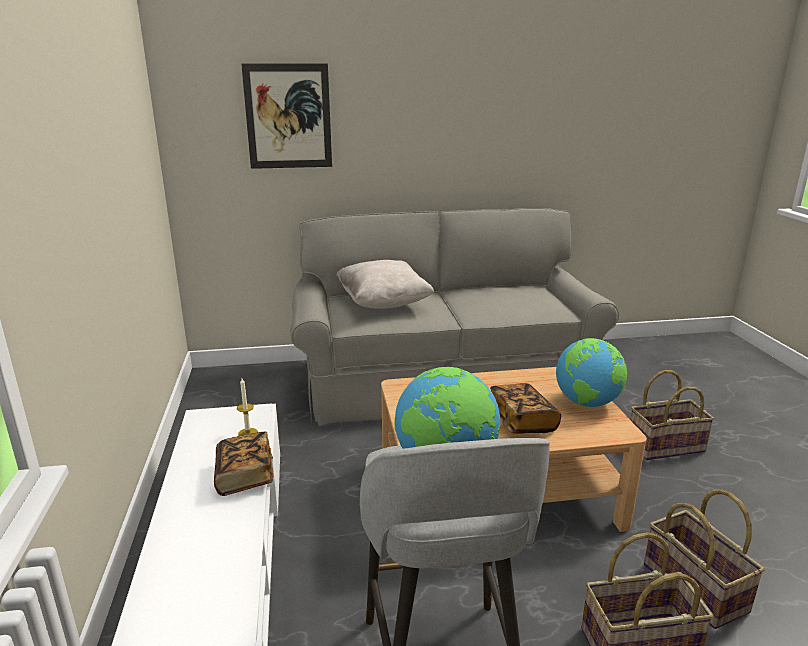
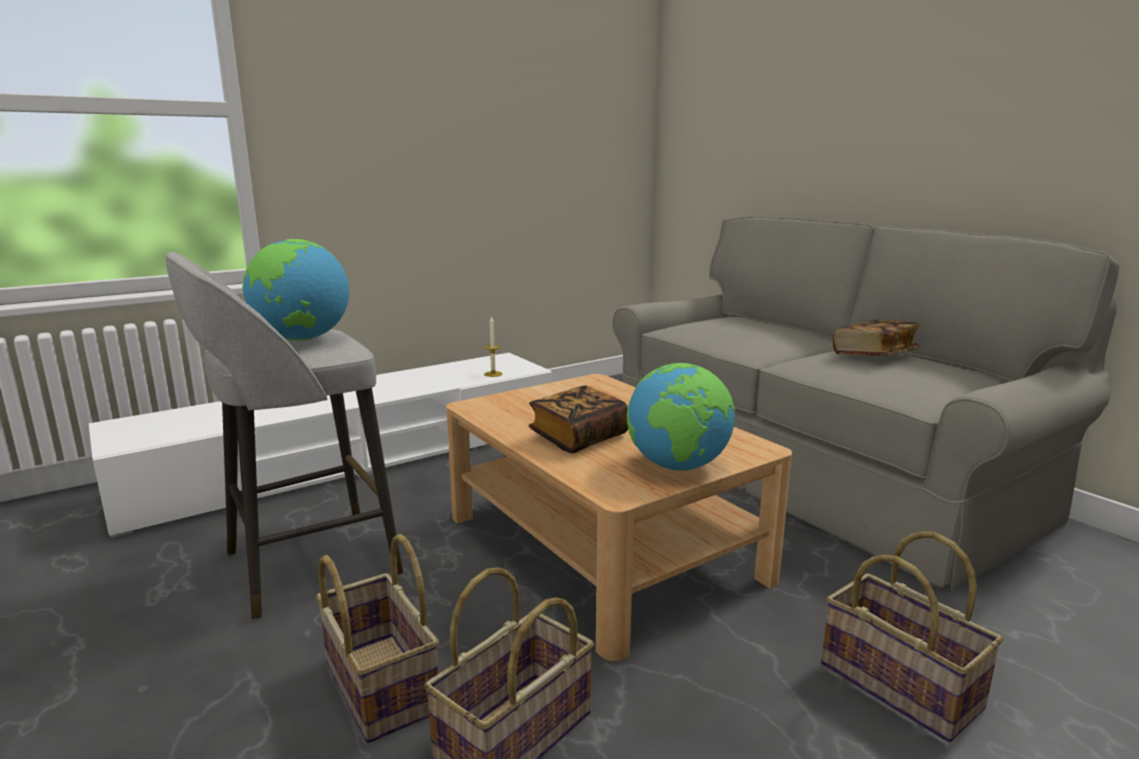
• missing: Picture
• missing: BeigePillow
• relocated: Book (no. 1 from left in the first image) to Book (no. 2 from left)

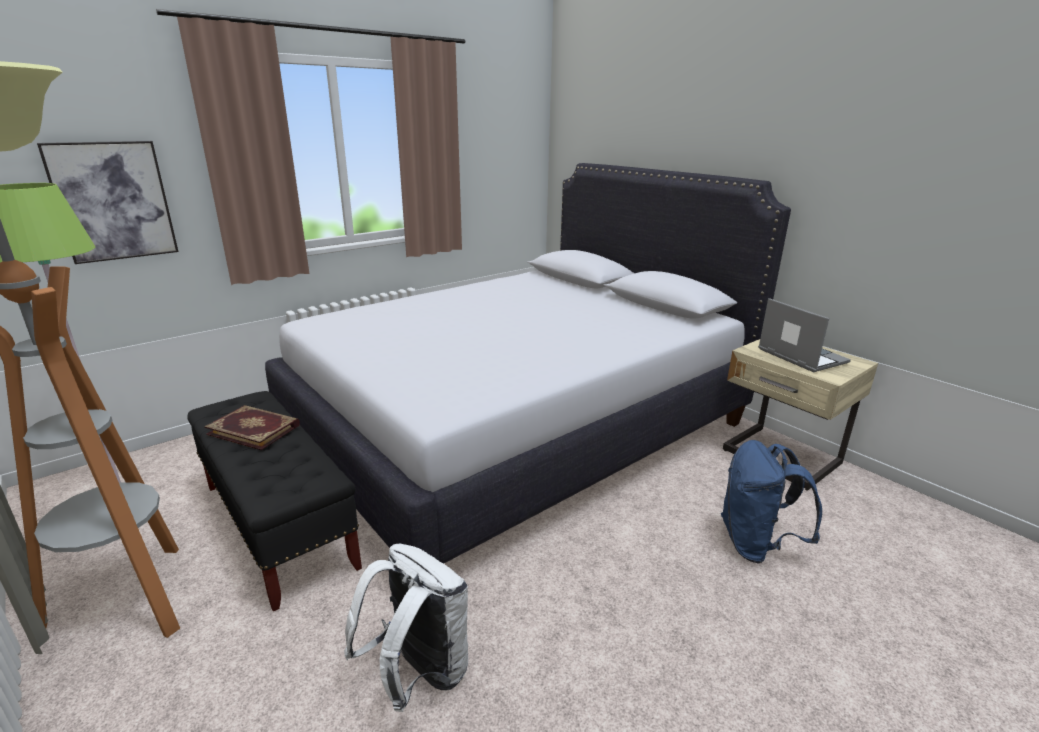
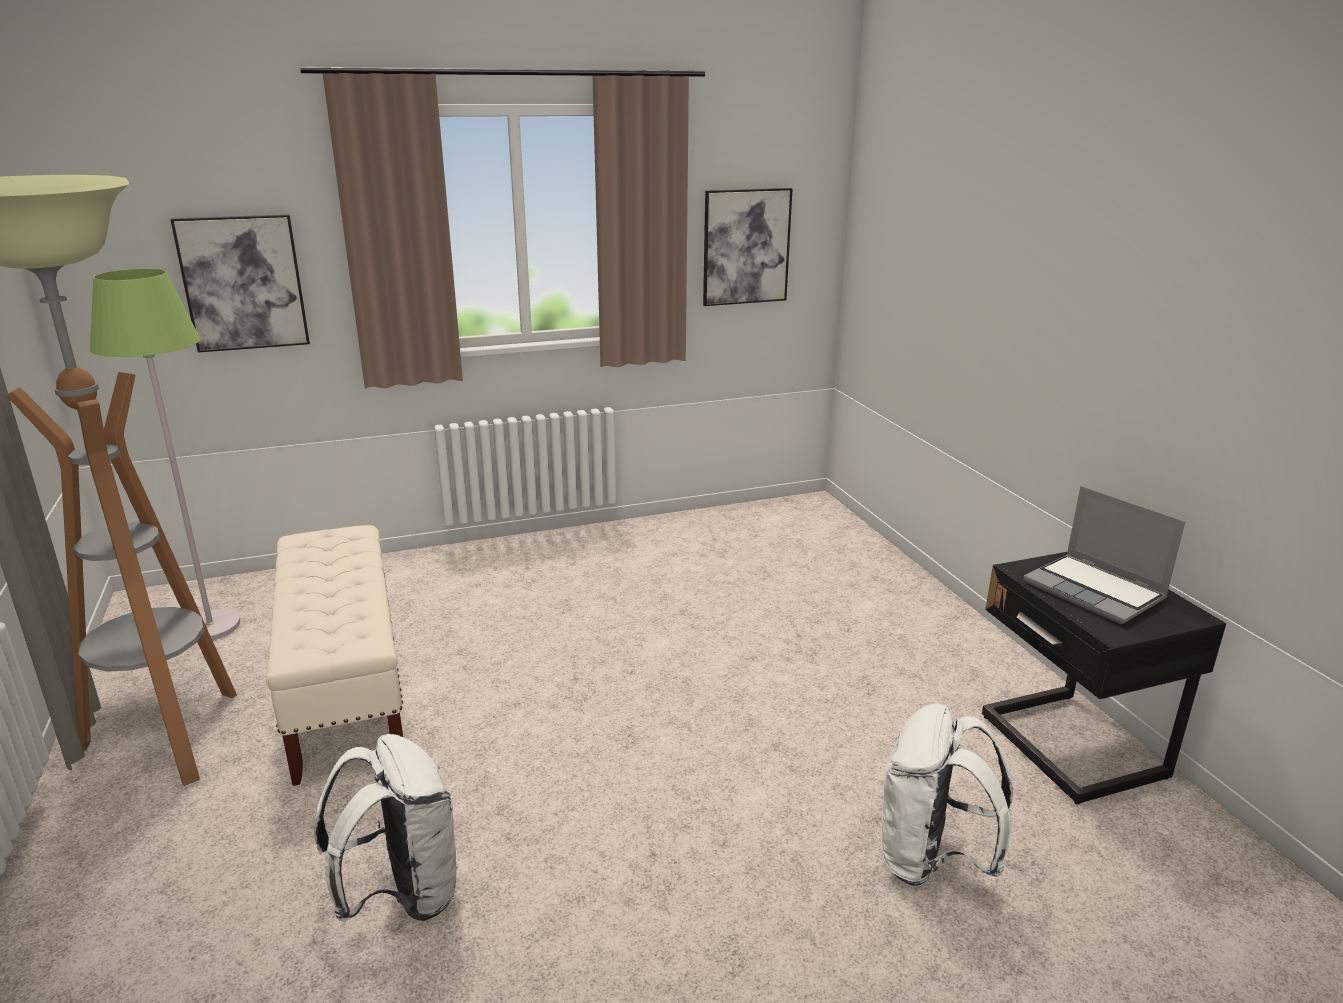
• missing: WhiteBed
• spun: Laptop 150 degrees clockwise
• colour: BeigeNightstand to BlackNightstand
• colour: BlackBench to BeigeBench
• missing: Book
• colour: BlueBackpack to WhiteBackpack (no. 2 from left)
• appeared: Picture (no. 2 from left)

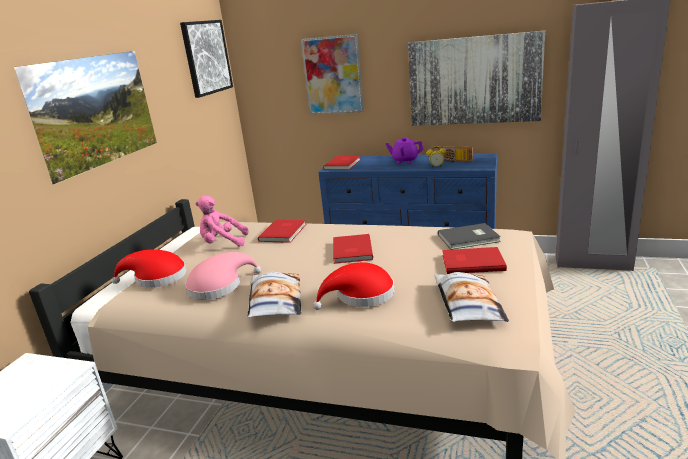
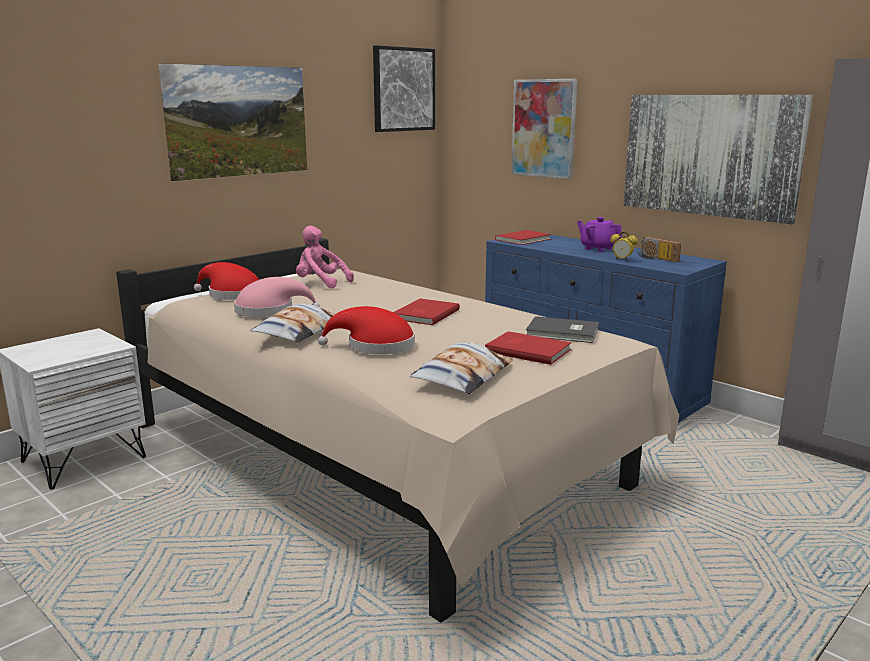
• missing: RedBook (no. 1 from left)

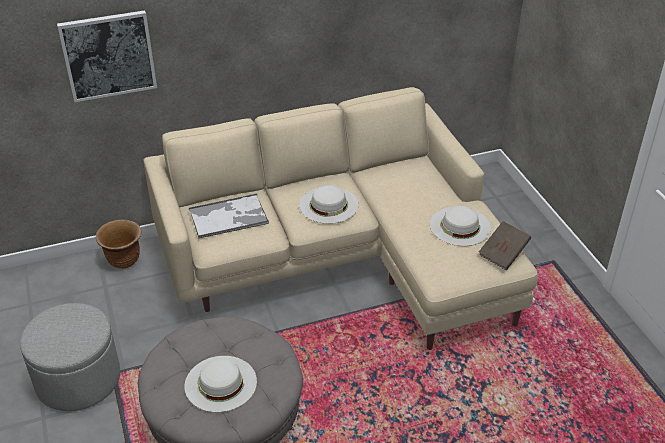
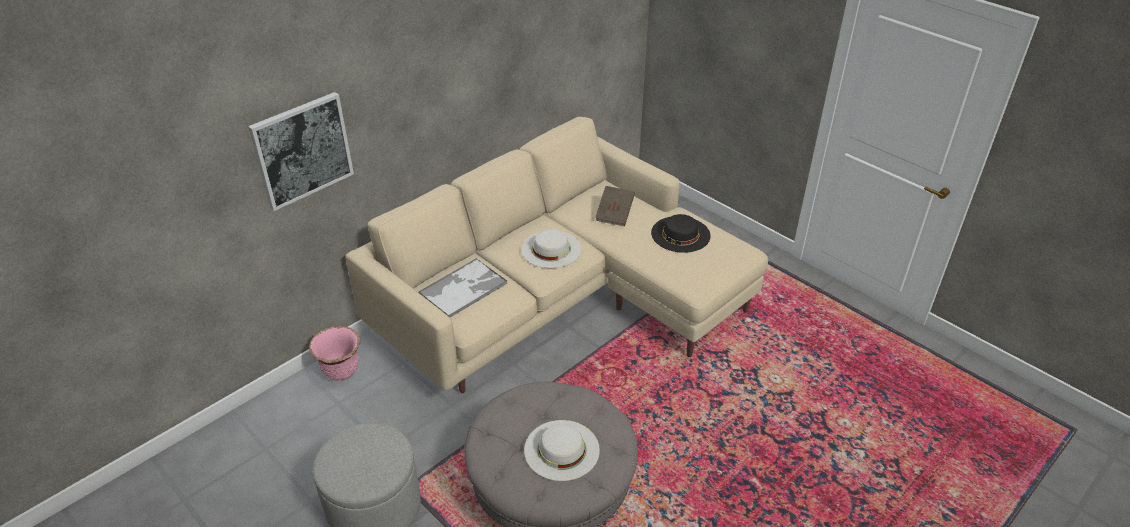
• colour: WhiteHat (no. 3 from left) to BlackHat
• colour: BrownPlanter to PinkPlanter
• relocated: BrownBook

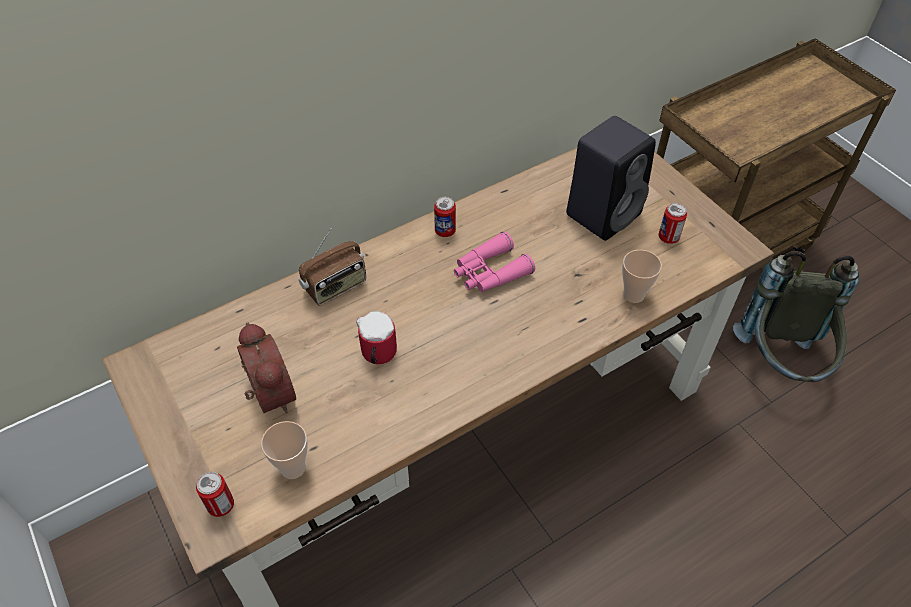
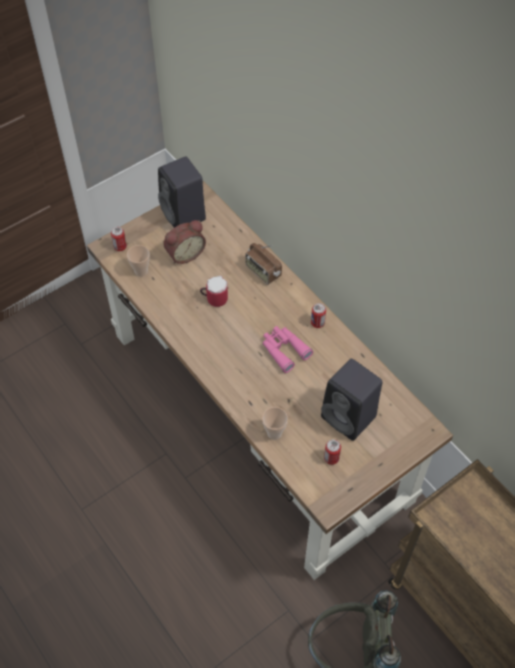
• appeared: BlackSpeaker (no. 1 from left)

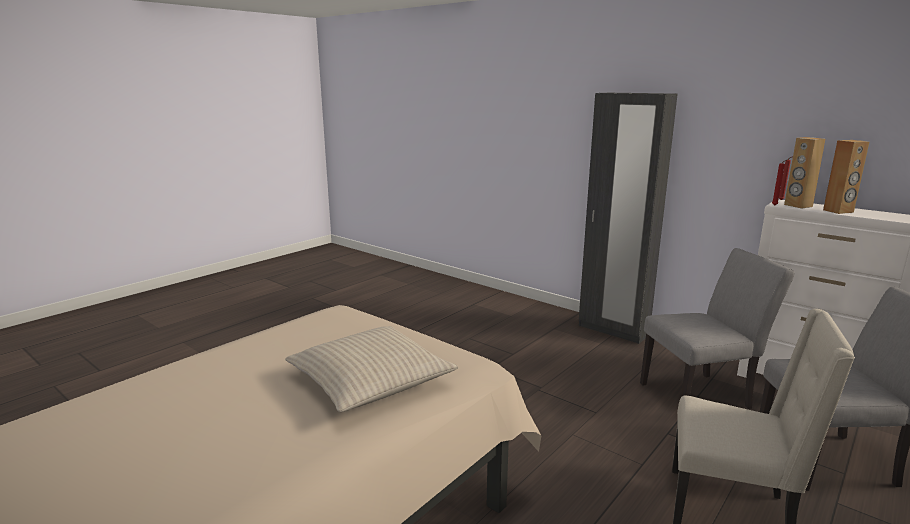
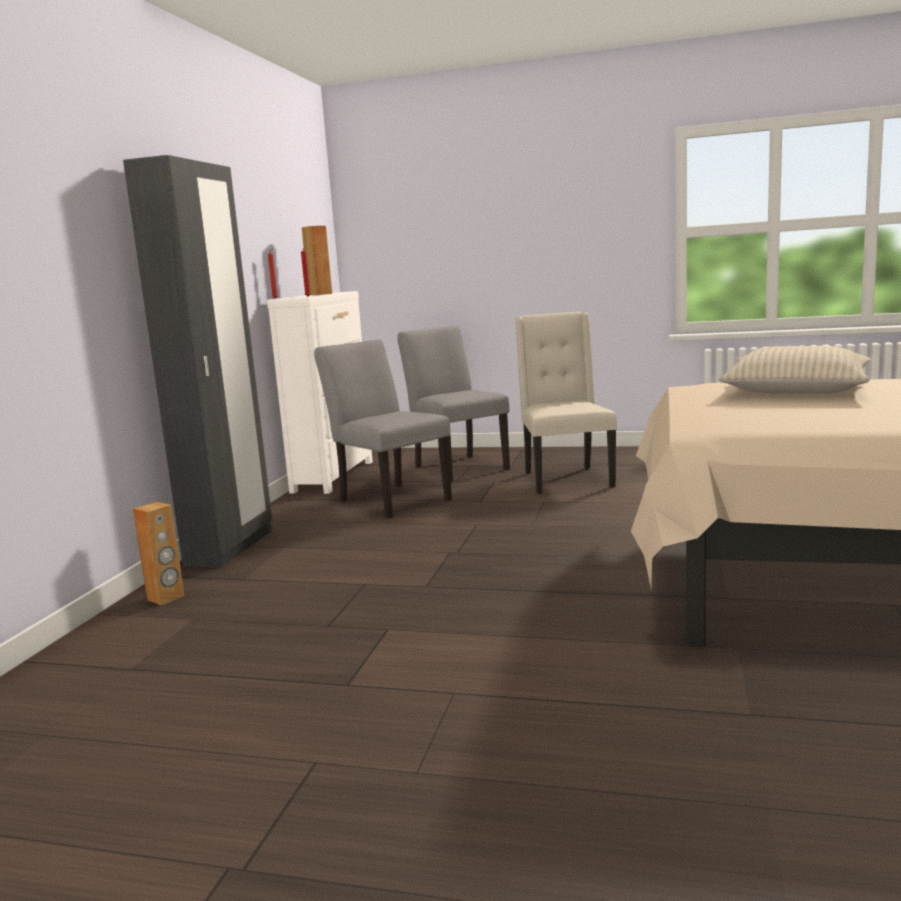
• relocated: BrownSpeaker (no. 1 from left)

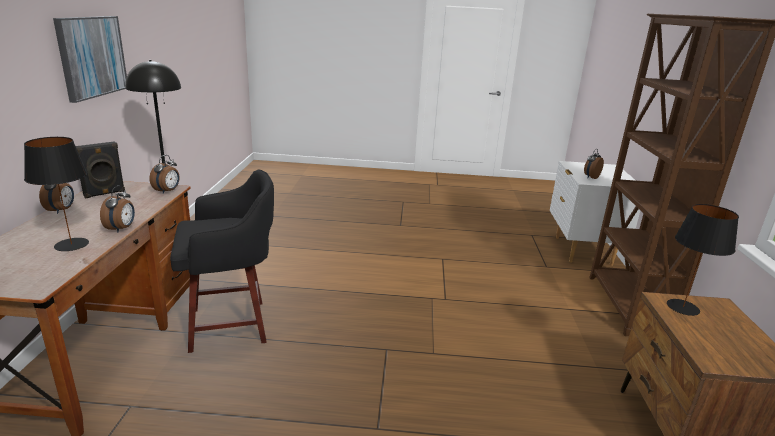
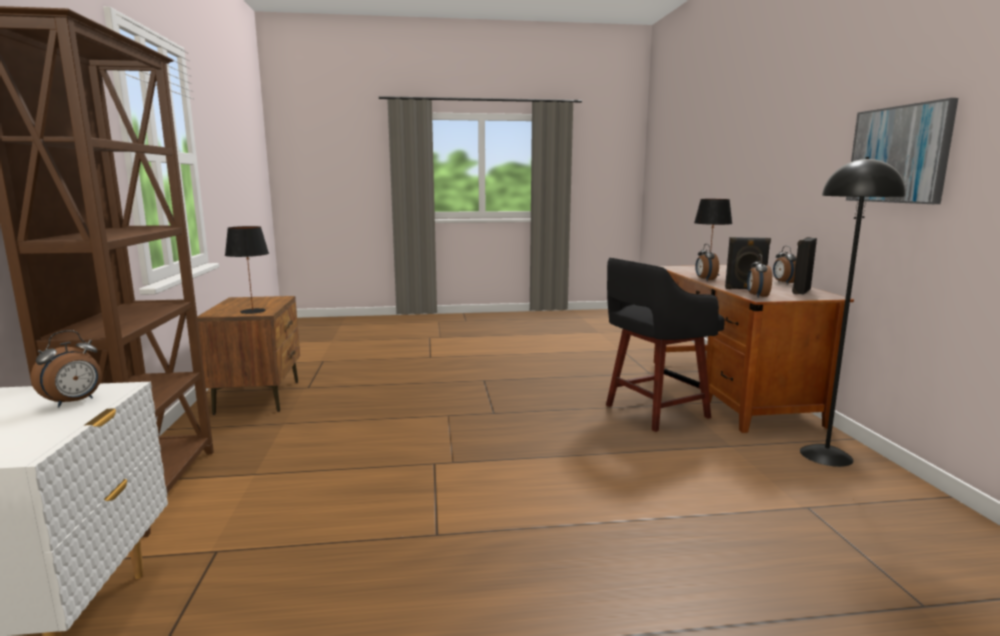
• appeared: BlackSpeaker (no. 1 from left)

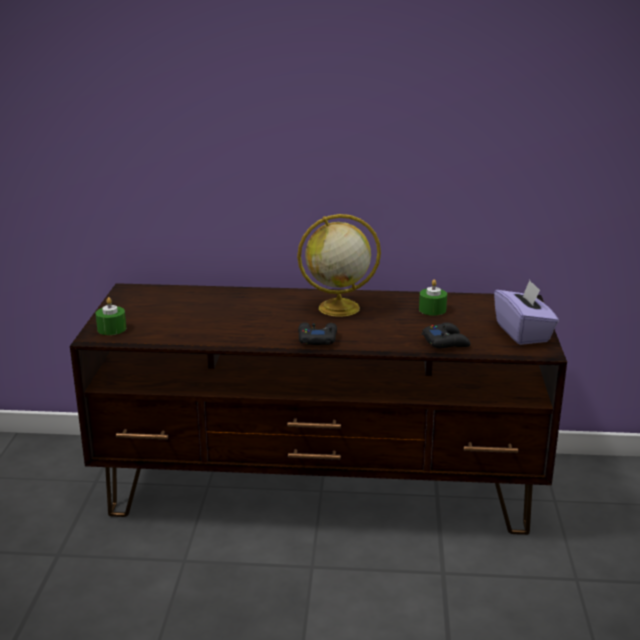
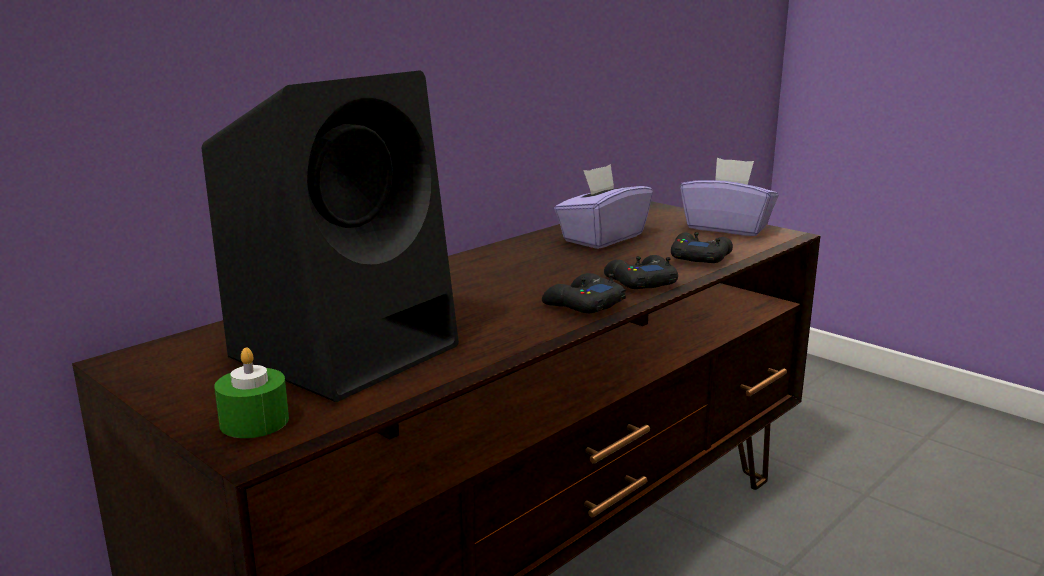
• missing: Globe
• exchanged: GreenCandle (no. 2 from left) to PurpleTissueBox (no. 1 from left)
• appeared: BlackSpeaker
• appeared: BlackGameController (no. 2 from left)

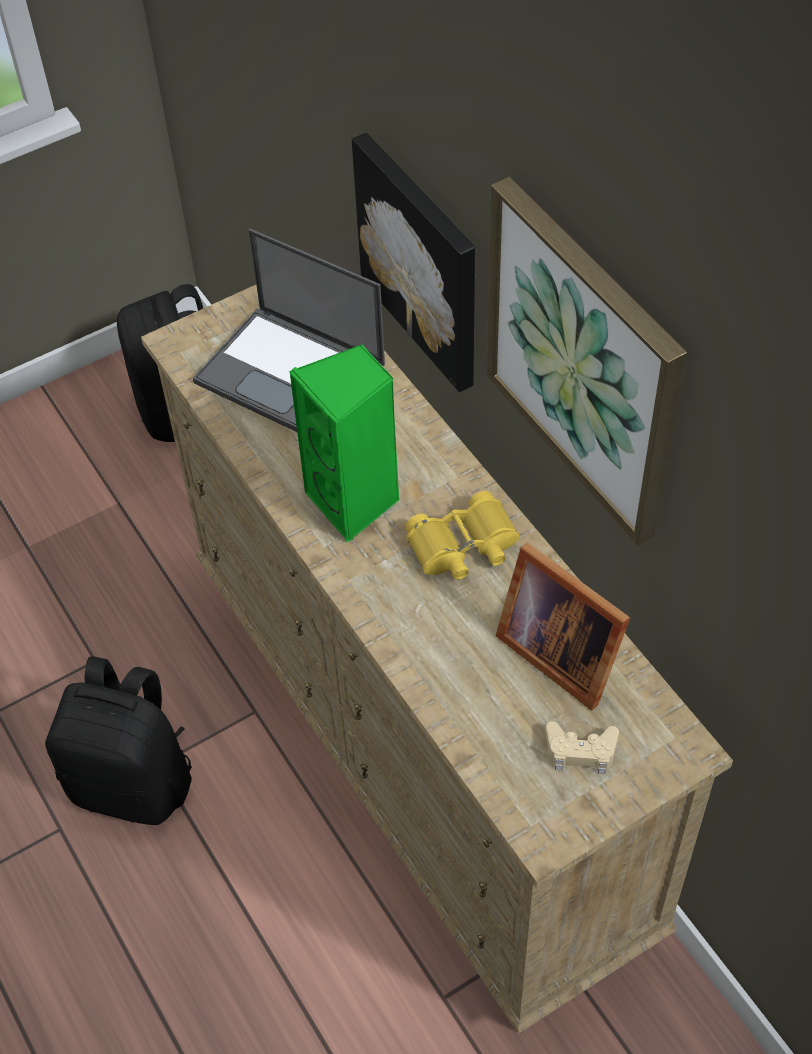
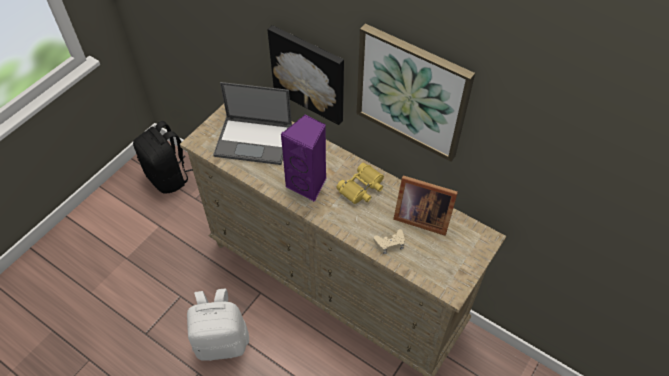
• colour: GreenSpeaker to PurpleSpeaker
• colour: BlackBackpack (no. 1 from left) to WhiteBackpack
• relocated: BeigeGameController

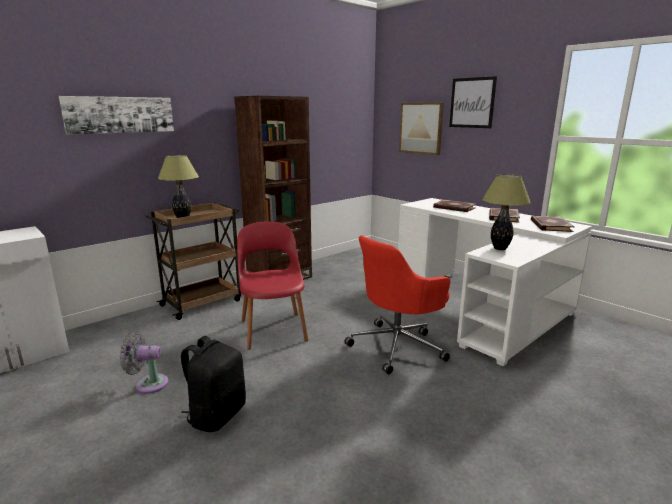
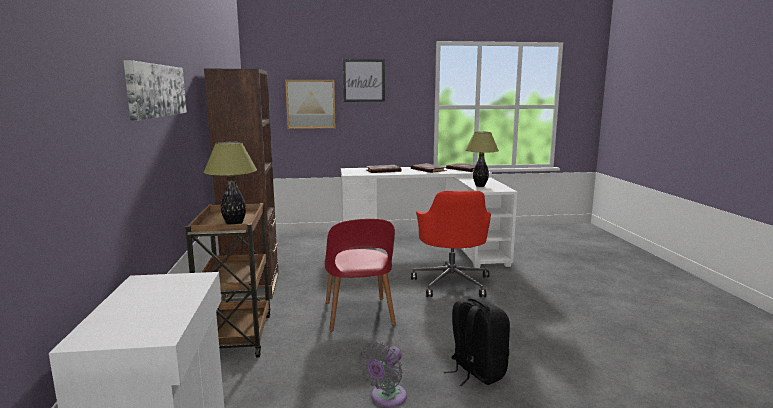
• spun: RedChair 120 degrees counterclockwise

